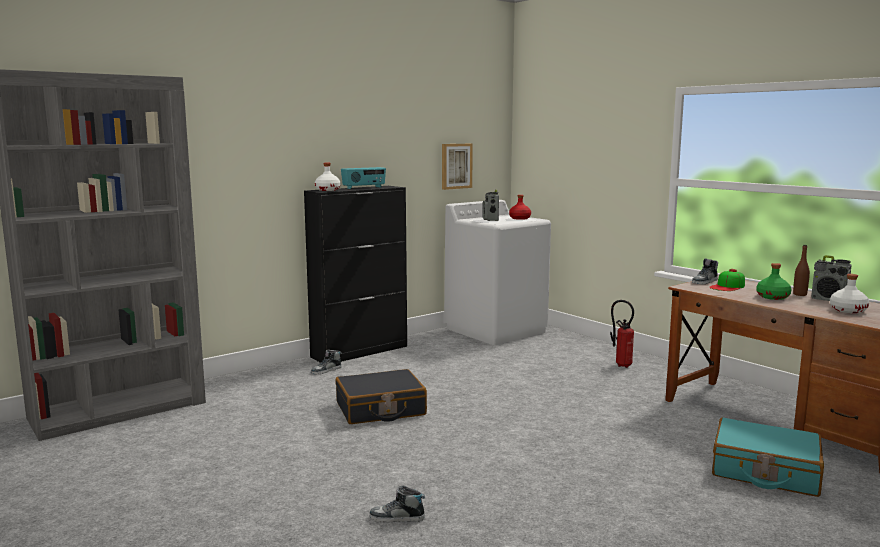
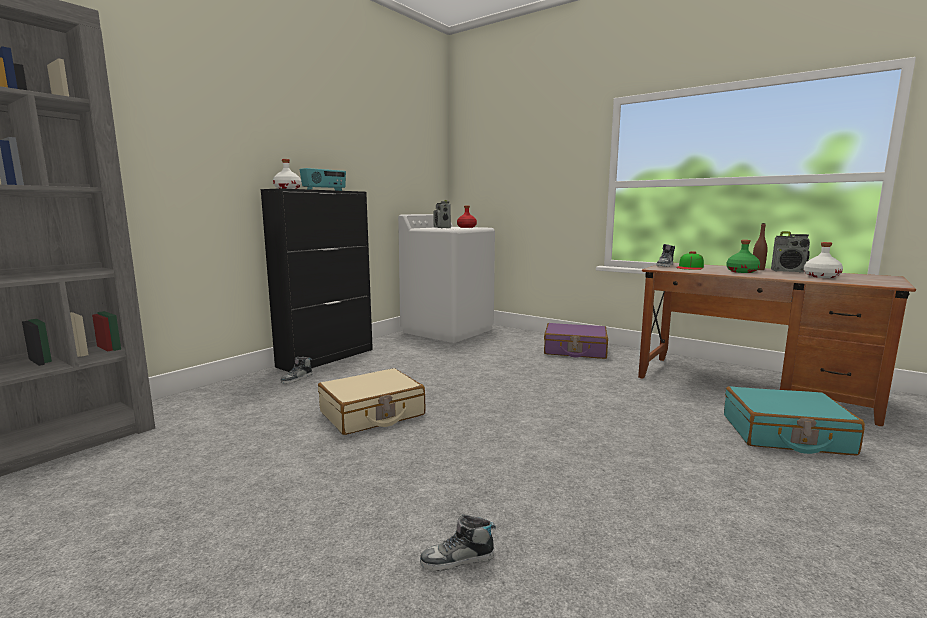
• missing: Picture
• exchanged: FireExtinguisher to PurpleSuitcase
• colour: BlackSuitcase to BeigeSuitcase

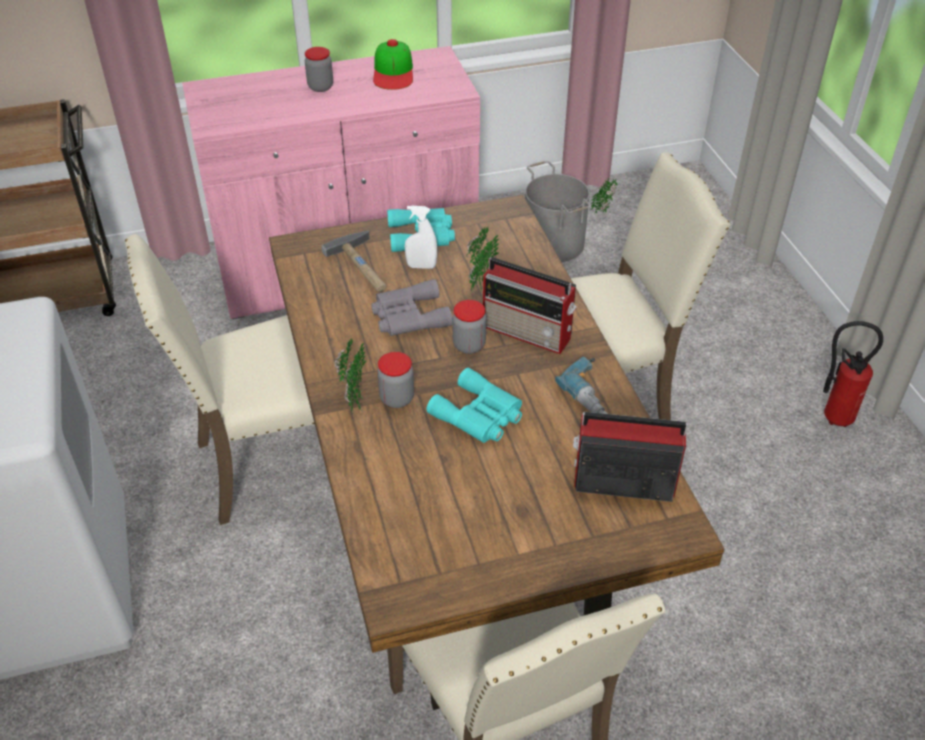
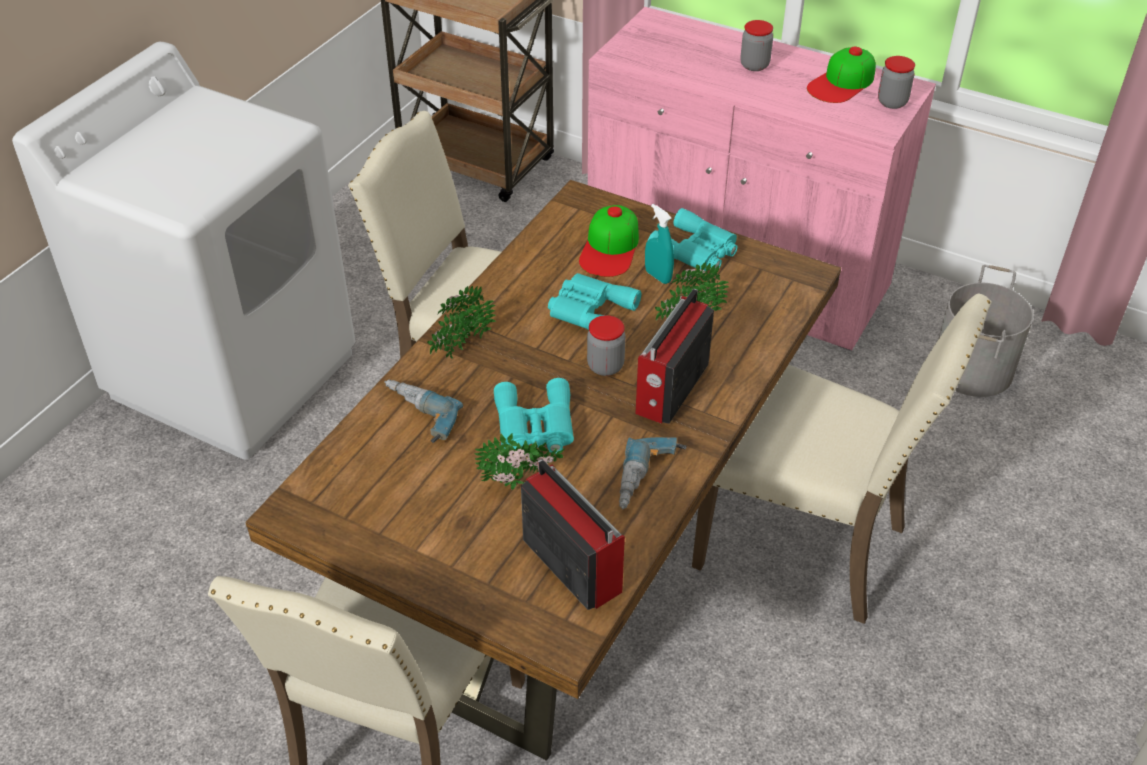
• relocated: PottedPlant (no. 3 from left in the first image) to PottedPlant (no. 2 from left)
• colour: WhiteSprayBottle to TurquoiseSprayBottle
• exchanged: Hammer to Cap (no. 1 from left)
• spun: Radio (no. 1 from left in the first image) 45 degrees clockwise
• colour: GreyBinoculars to TurquoiseBinoculars (no. 2 from left)
• missing: FireExtinguisher
• relocated: Jar (no. 2 from left in the first image) to Jar (no. 3 from left)
• appeared: PowerDrill (no. 1 from left)

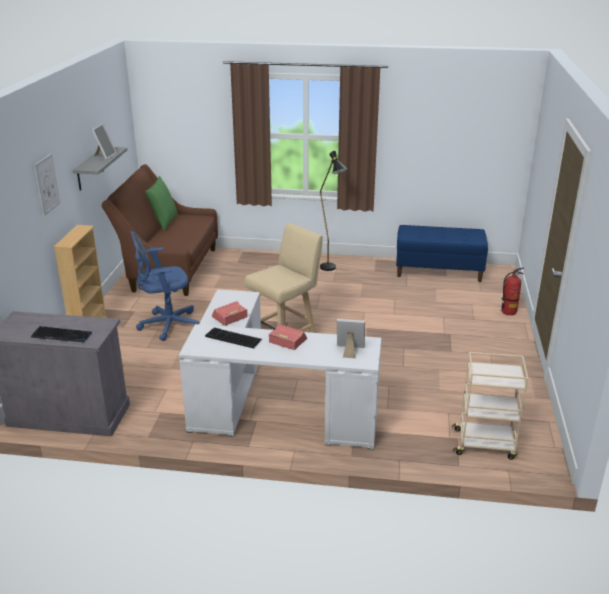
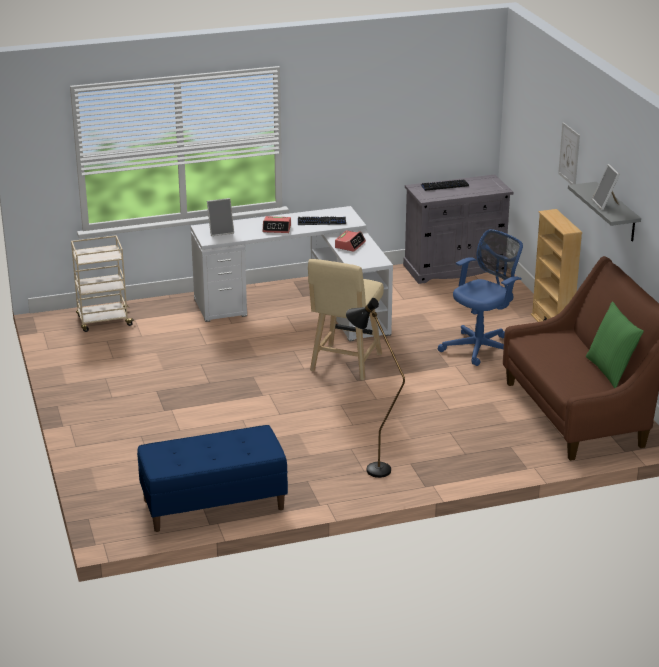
• missing: FireExtinguisher

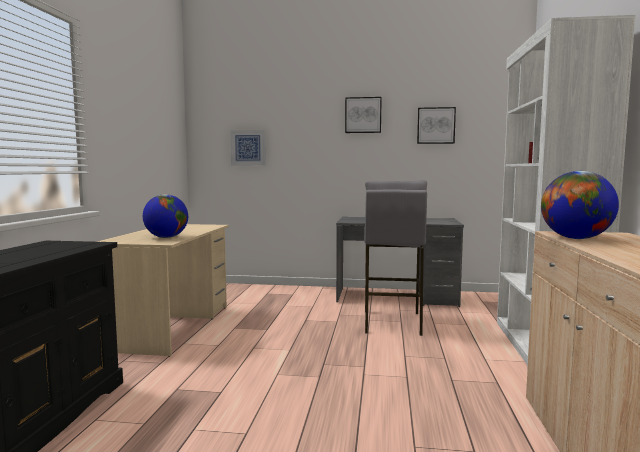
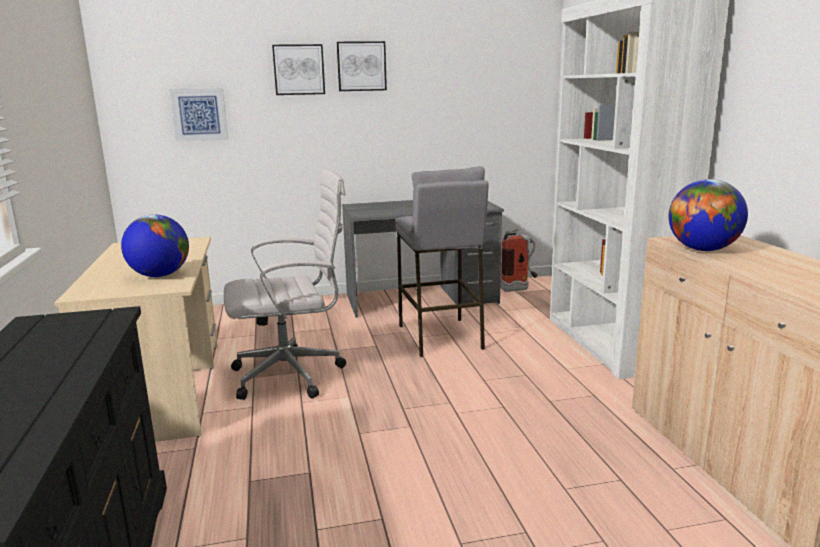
• relocated: Picture (no. 3 from left in the first image) to Picture (no. 2 from left)
• appeared: WhiteOfficeChair
• appeared: FireExtinguisher

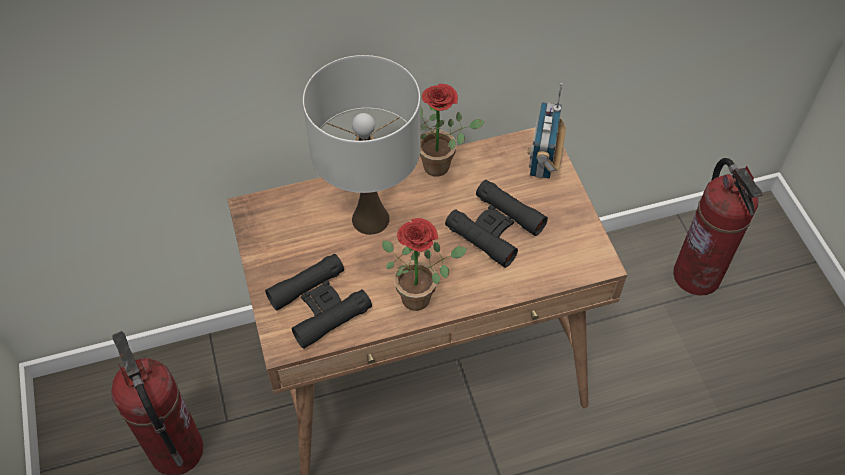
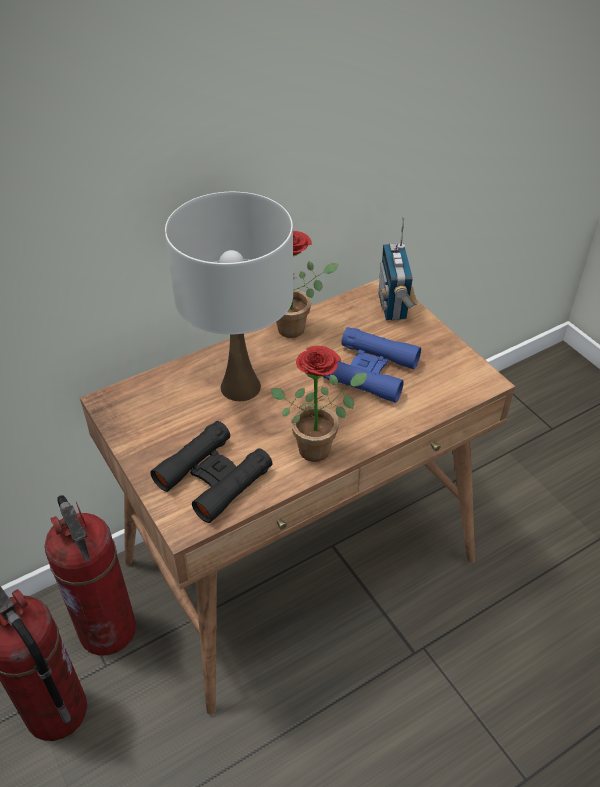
• relocated: FireExtinguisher (no. 2 from left)
• colour: BlackBinoculars (no. 2 from left) to BlueBinoculars

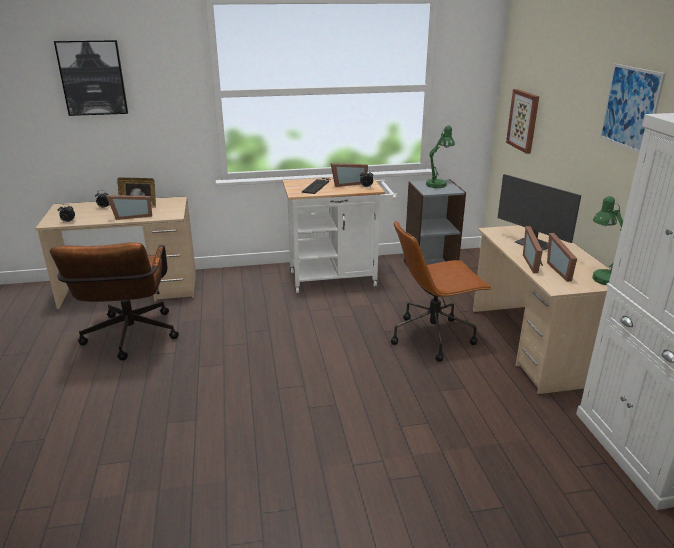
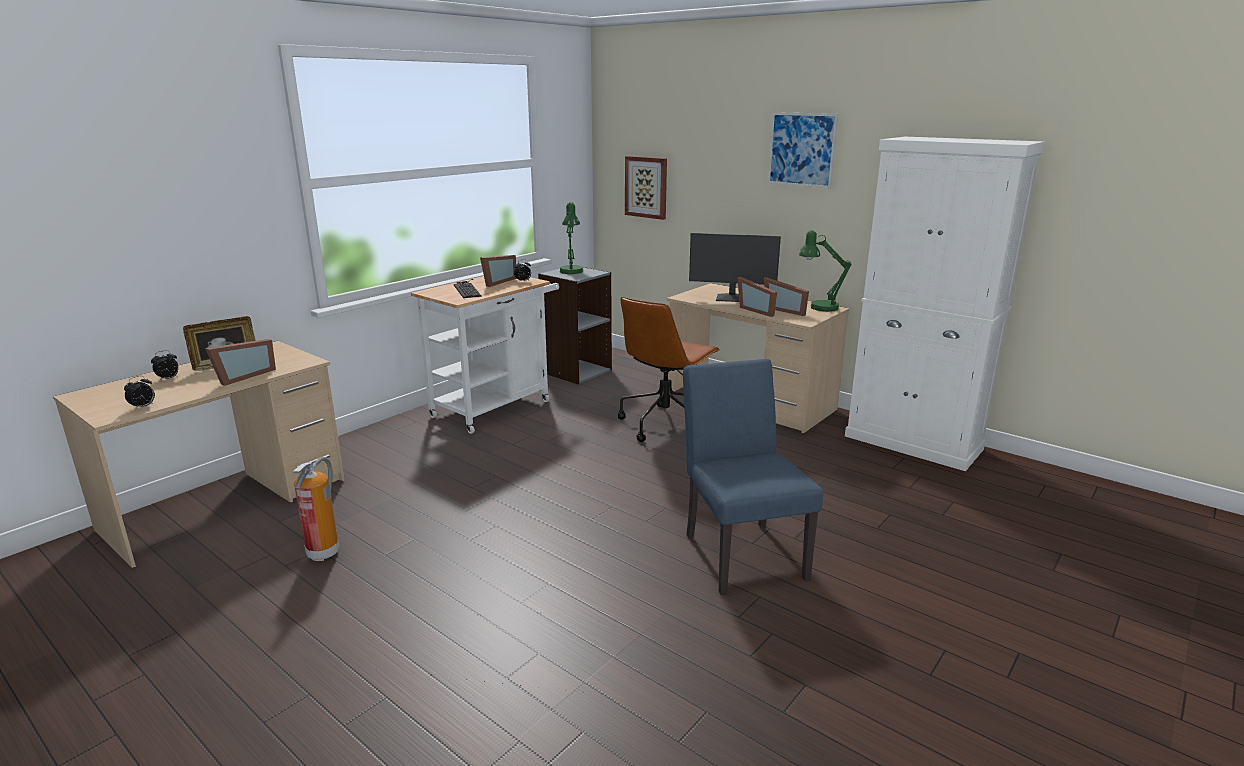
• missing: Picture (no. 1 from left)
• exchanged: BrownOfficeChair (no. 1 from left) to FireExtinguisher
• appeared: BlueChair

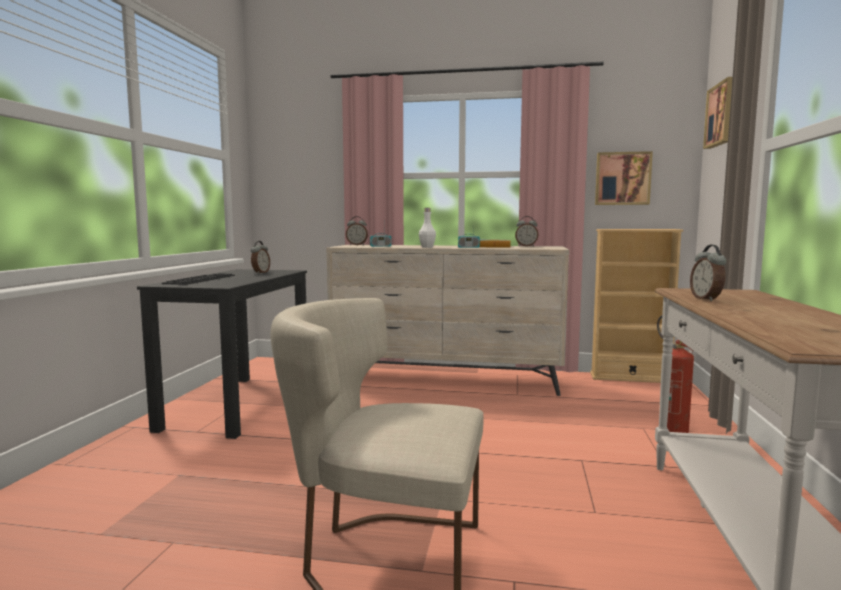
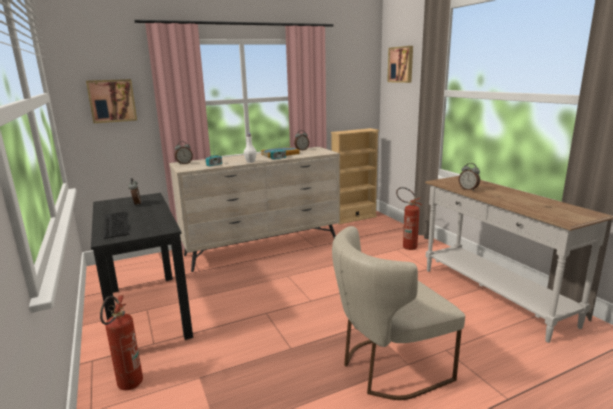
• relocated: Picture (no. 1 from left)
• appeared: FireExtinguisher (no. 1 from left)

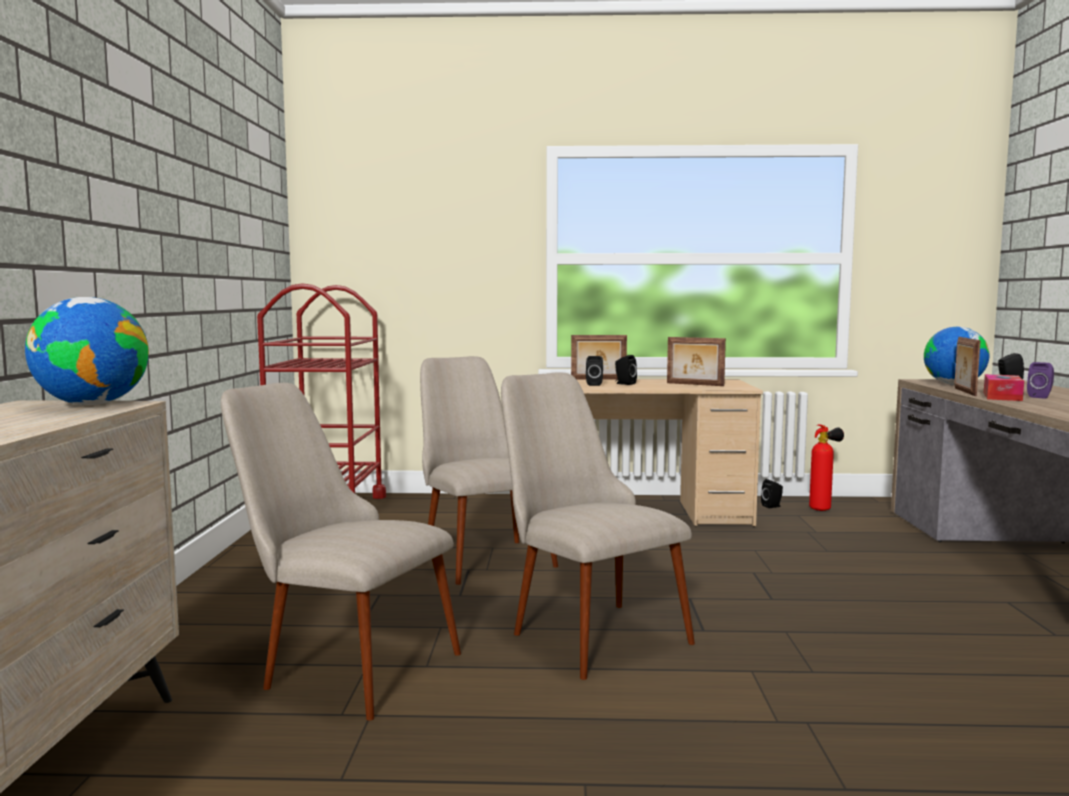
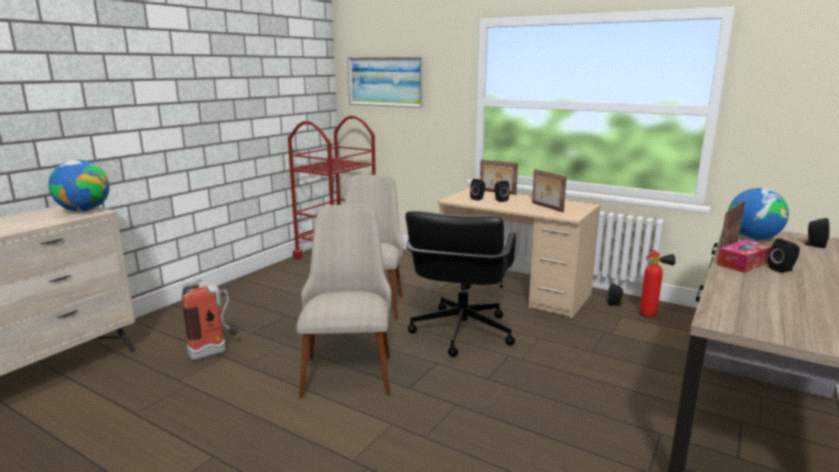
• colour: PurpleSpeaker to BlackSpeaker (no. 4 from left)
• exchanged: BeigeChair (no. 1 from left) to FireExtinguisher (no. 1 from left)
• appeared: Picture
• appeared: BlackOfficeChair

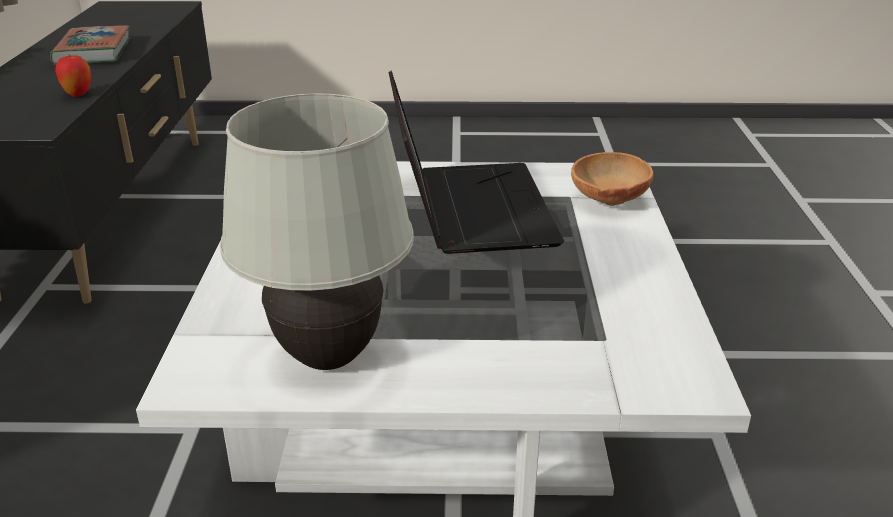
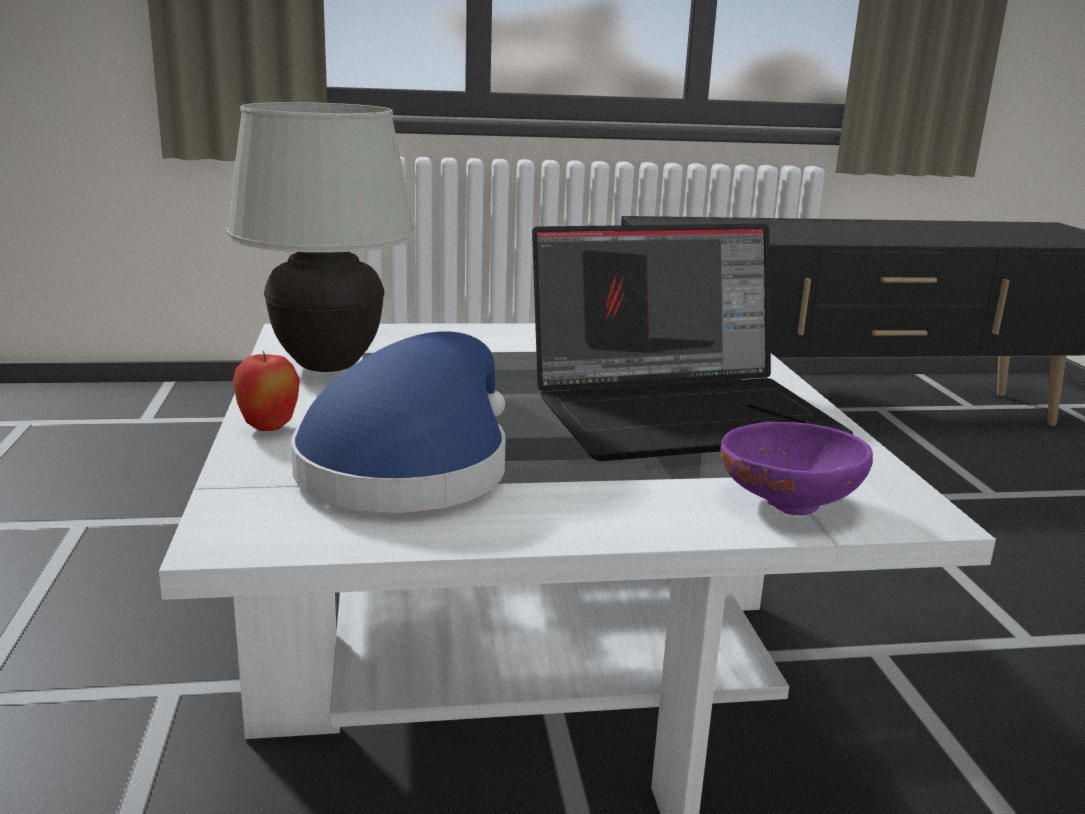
• missing: Book
• relocated: Apple
• colour: BrownBowl to PurpleBowl
• appeared: BlueHat

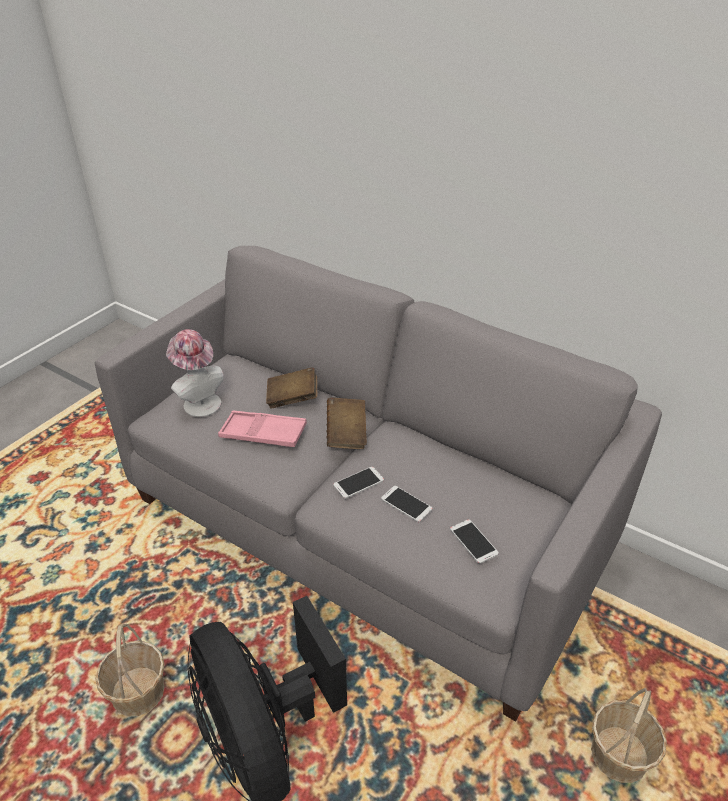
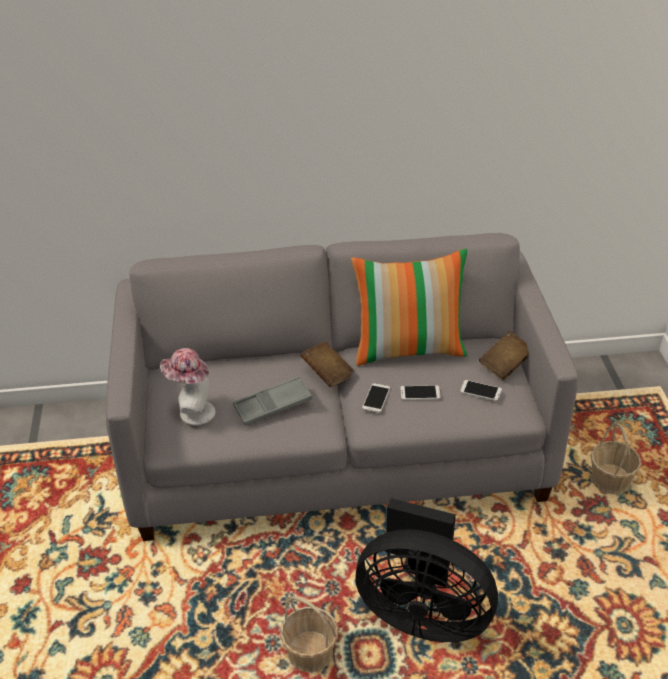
• relocated: BrownBook (no. 1 from left in the first image) to BrownBook (no. 2 from left)
• colour: PinkTray to GreyTray
• appeared: Pillow

